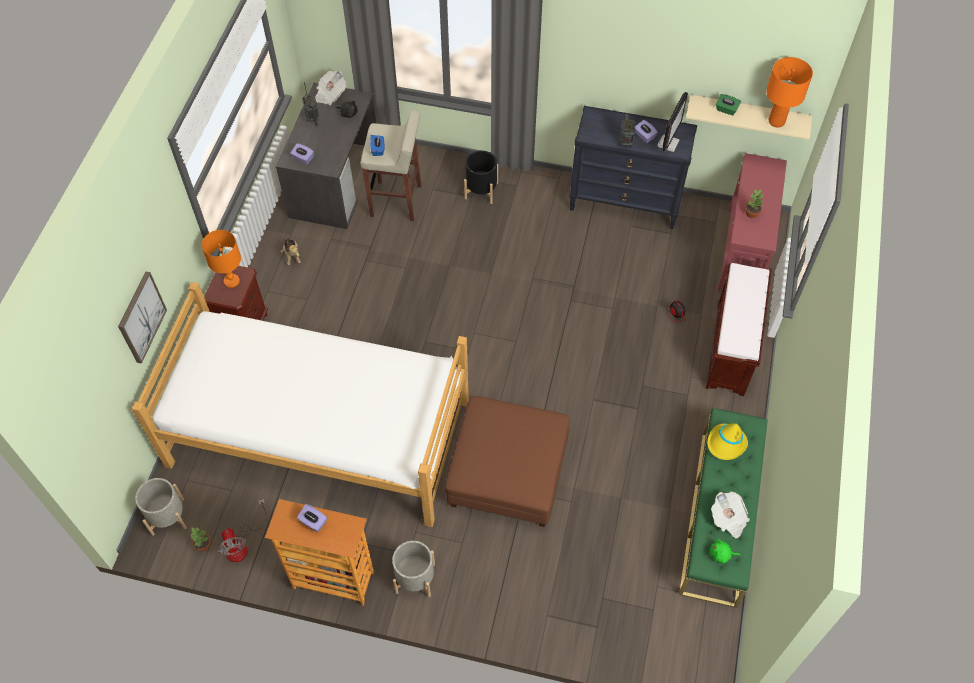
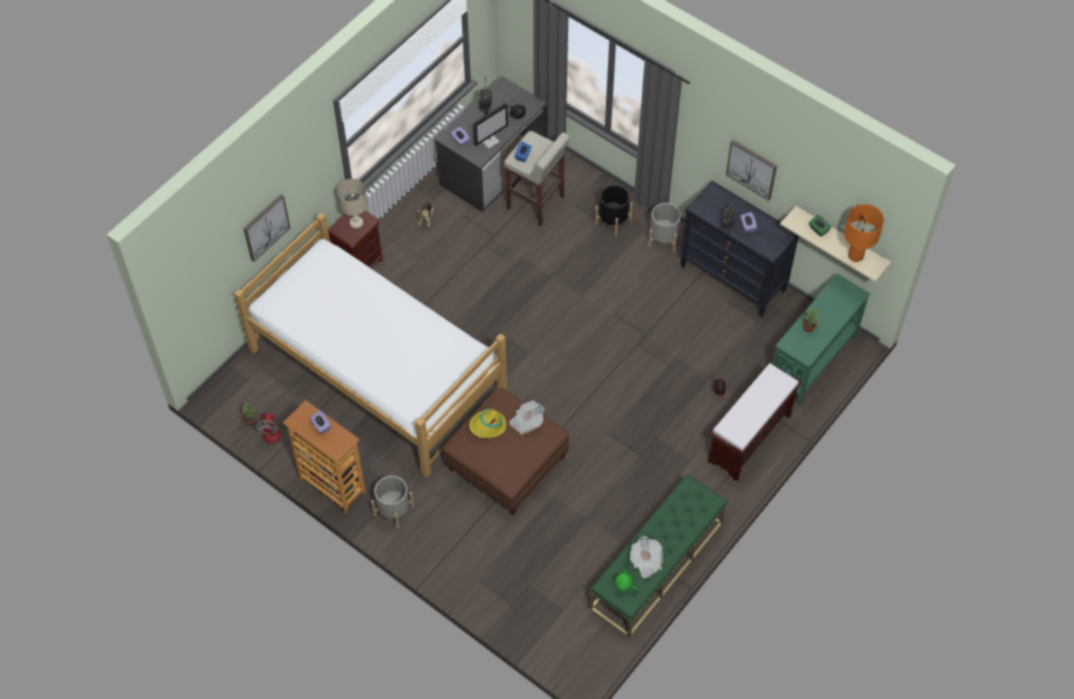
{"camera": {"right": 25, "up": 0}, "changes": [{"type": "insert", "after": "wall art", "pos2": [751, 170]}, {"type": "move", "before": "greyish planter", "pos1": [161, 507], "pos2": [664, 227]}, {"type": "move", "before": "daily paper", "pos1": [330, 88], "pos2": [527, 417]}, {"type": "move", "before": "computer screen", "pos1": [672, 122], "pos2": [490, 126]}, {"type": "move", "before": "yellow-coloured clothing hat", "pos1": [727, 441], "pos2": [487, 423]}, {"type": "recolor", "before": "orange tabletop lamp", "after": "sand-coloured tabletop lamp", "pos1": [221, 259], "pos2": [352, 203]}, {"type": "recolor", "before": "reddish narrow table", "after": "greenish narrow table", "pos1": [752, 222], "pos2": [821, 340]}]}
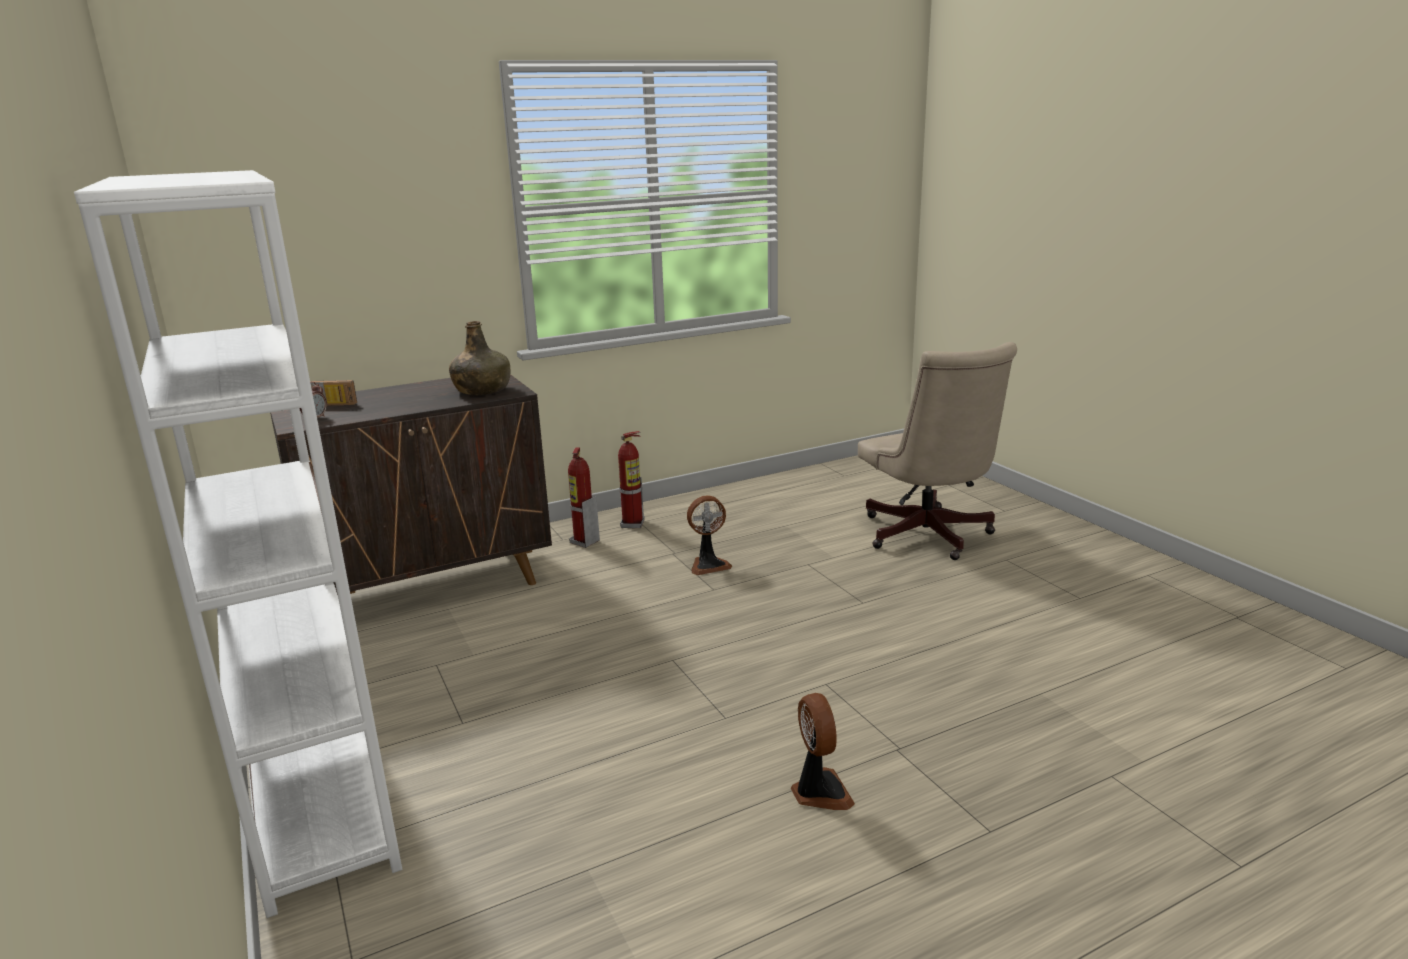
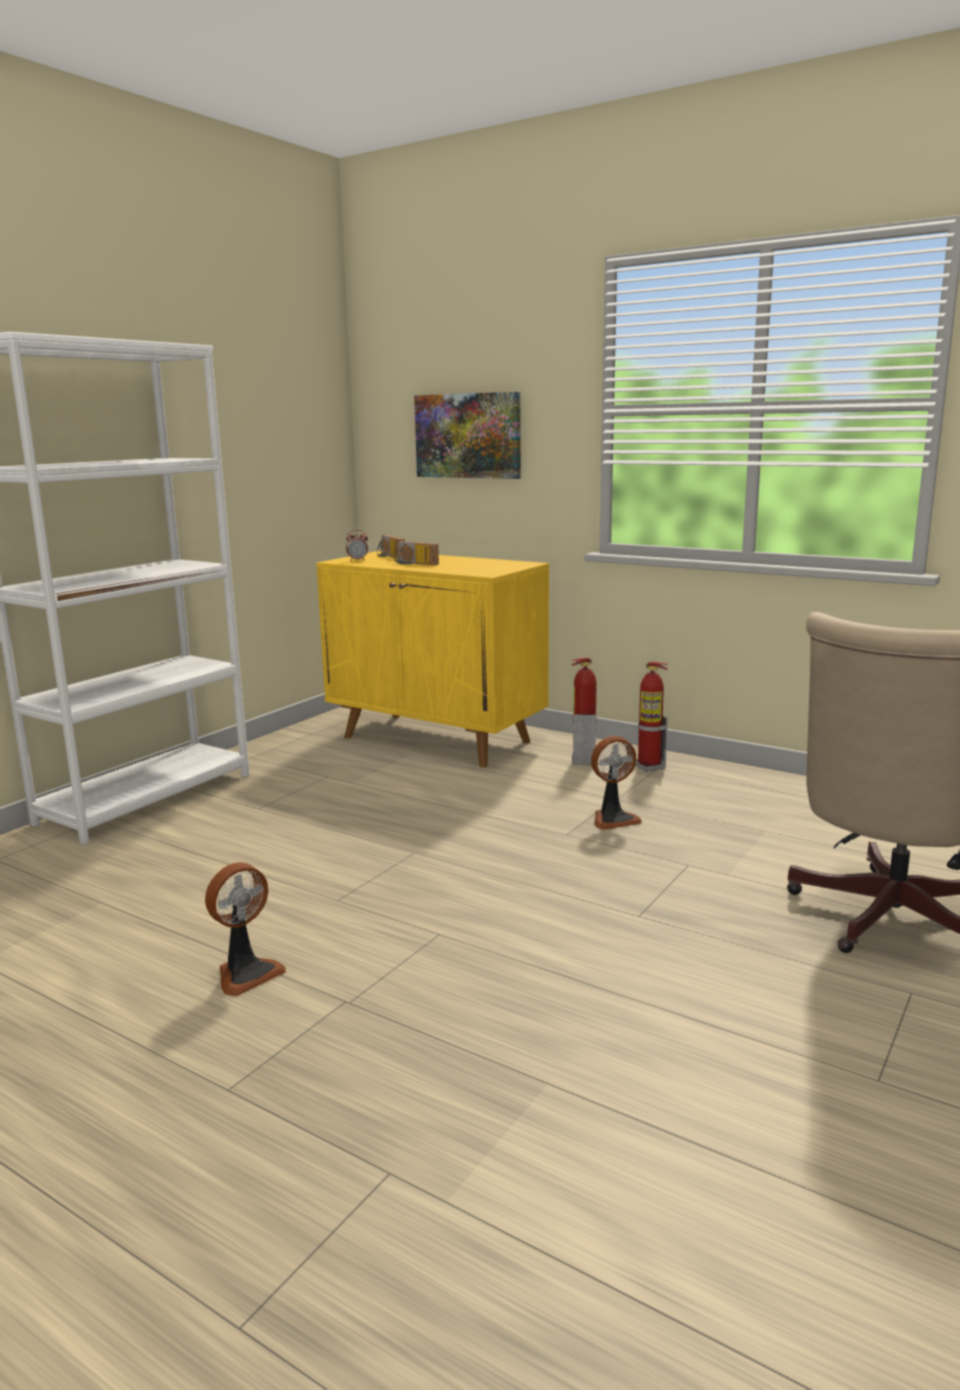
{"camera": {"right": 60, "up": -5}, "changes": [{"type": "delete", "before": "greenish drink bottle", "pos1": [480, 358]}, {"type": "insert", "after": "radio", "pos2": [416, 553]}, {"type": "insert", "after": "wall art", "pos2": [467, 435]}, {"type": "recolor", "before": "brown storage cabinet", "after": "yellow-coloured storage cabinet", "pos1": [411, 484], "pos2": [432, 659]}, {"type": "rotate", "before": "cooling fan", "pos1": [709, 535], "pos2": [616, 783], "turn": -60}]}
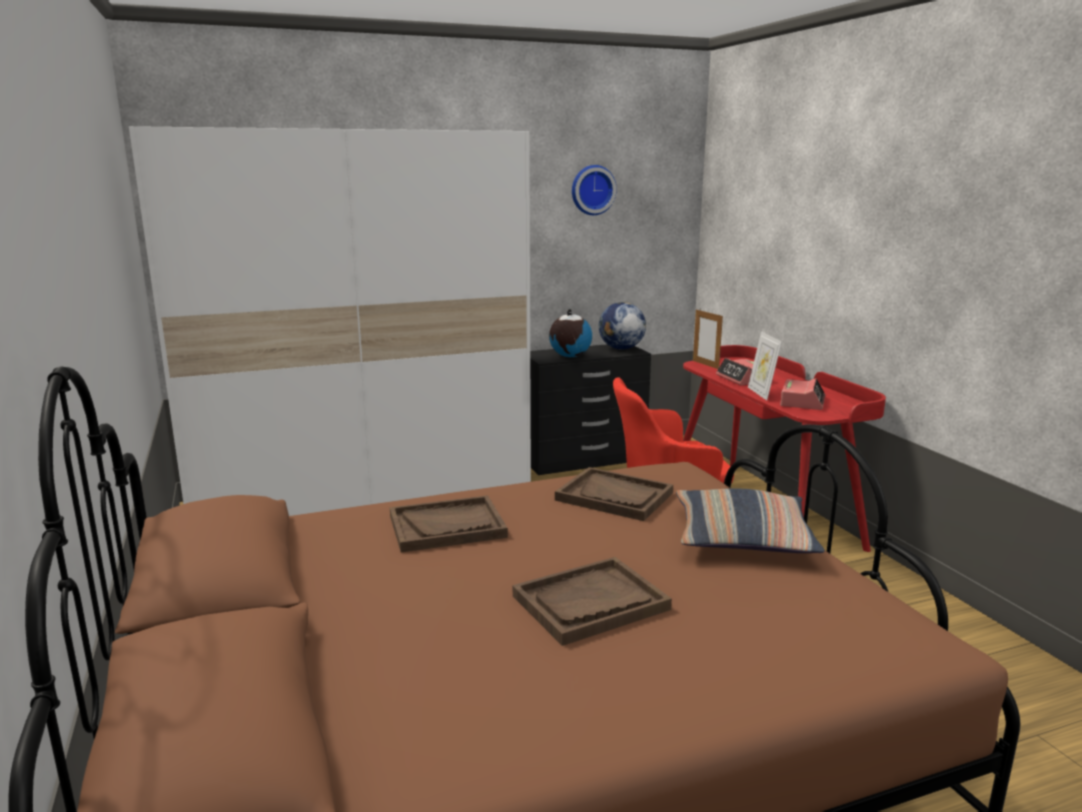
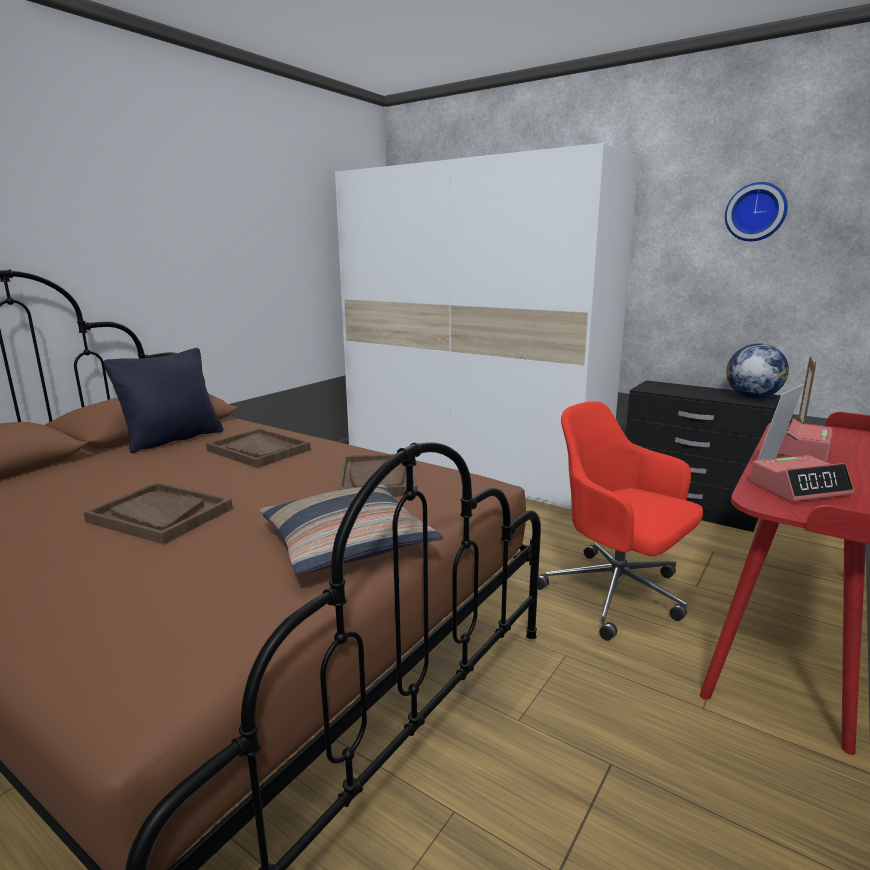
{"camera": {"right": 55, "up": 0}, "changes": [{"type": "delete", "before": "desk globe", "pos1": [570, 333]}, {"type": "insert", "after": "blackish throw pillow", "pos2": [163, 400]}]}
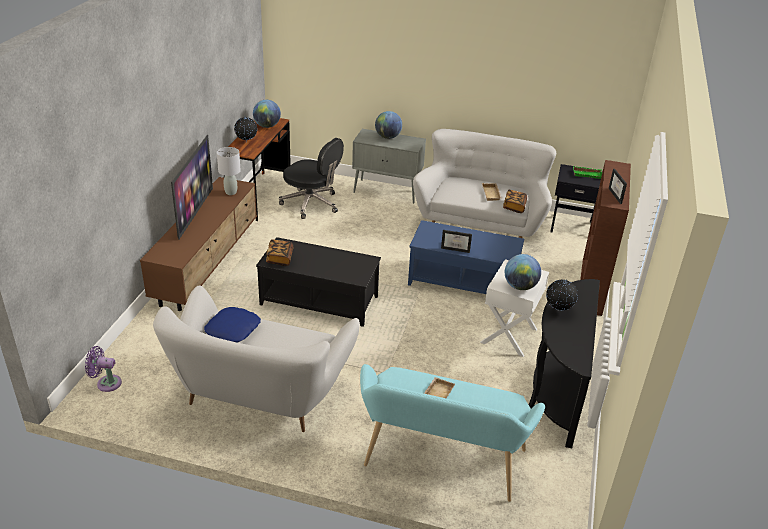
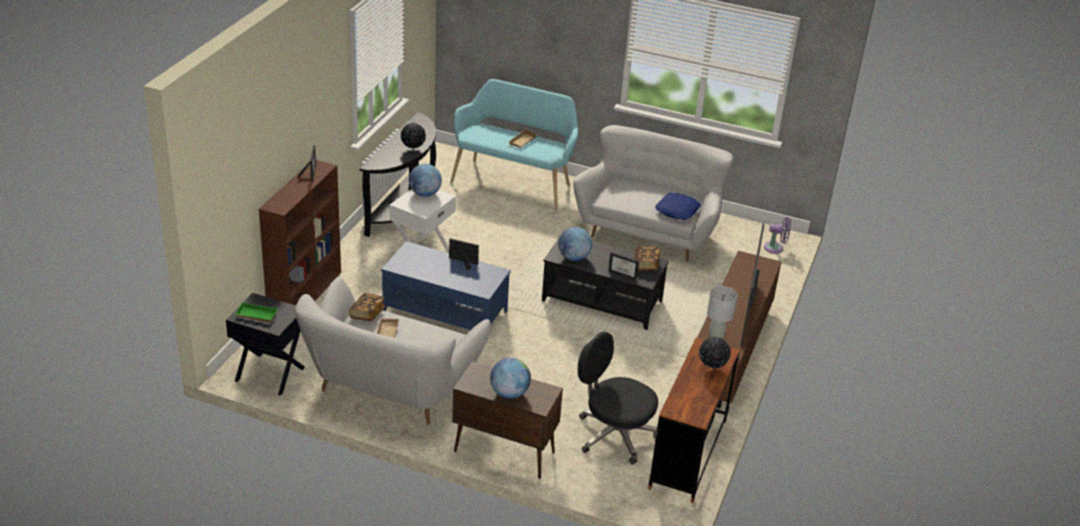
{"camera": {"right": -175, "up": 0}, "changes": [{"type": "insert", "after": "picture frame", "pos2": [623, 266]}, {"type": "move", "before": "desk globe", "pos1": [267, 114], "pos2": [575, 244]}, {"type": "recolor", "before": "greyish storage cabinet", "after": "brown storage cabinet", "pos1": [389, 166], "pos2": [507, 420]}]}
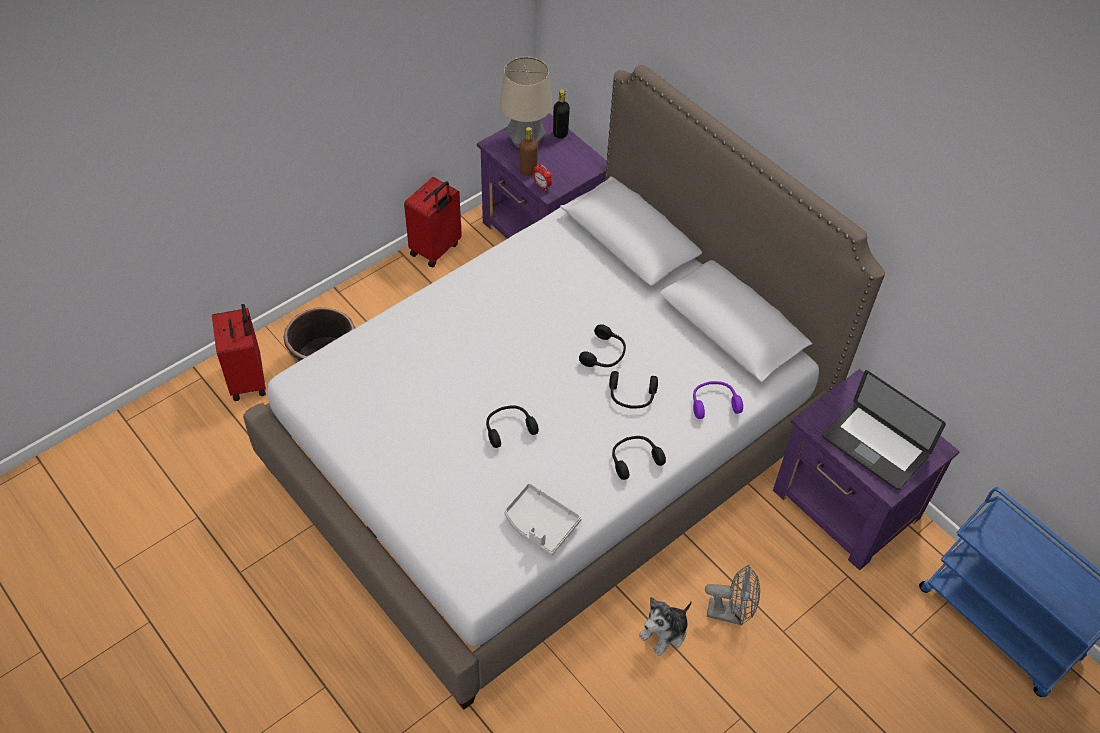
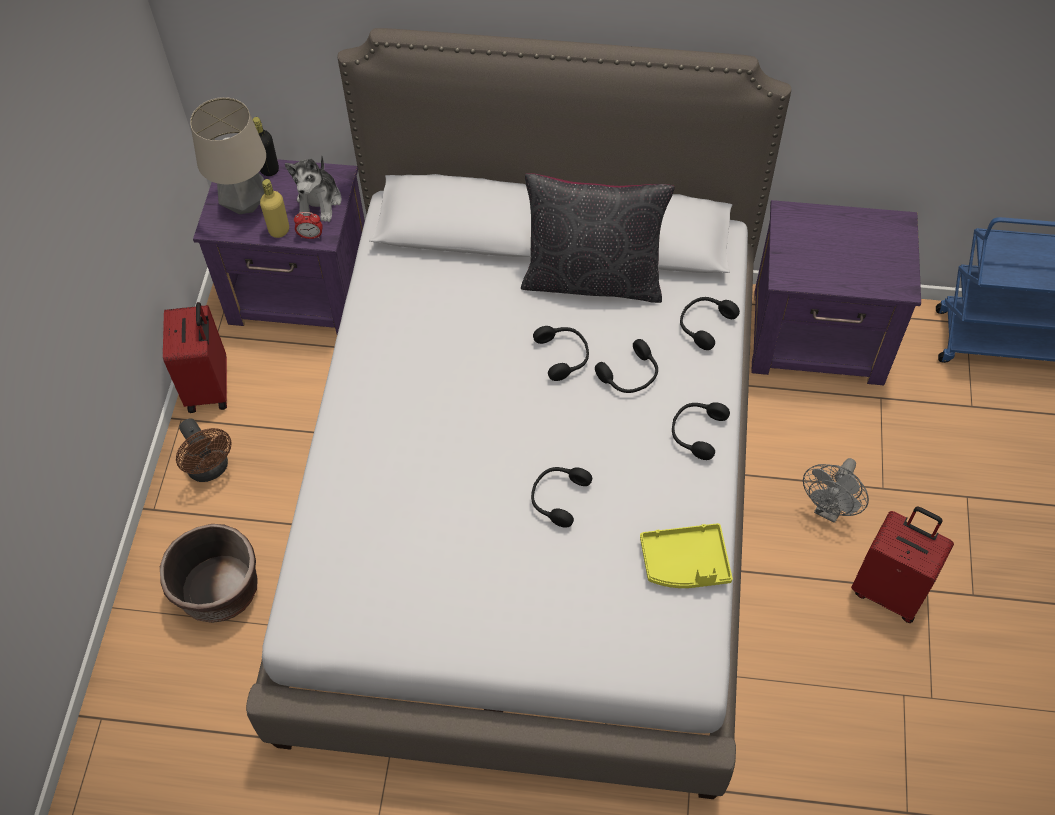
{"camera": {"right": -40, "up": 5}, "changes": [{"type": "delete", "before": "portable computer", "pos1": [884, 430]}, {"type": "insert", "after": "brown cooling fan", "pos2": [204, 450]}, {"type": "insert", "after": "blackish throw pillow", "pos2": [598, 238]}, {"type": "move", "before": "reddish travel case", "pos1": [239, 352], "pos2": [902, 565]}, {"type": "move", "before": "soft toy", "pos1": [665, 626], "pos2": [313, 188]}, {"type": "recolor", "before": "greyish serving tray", "after": "yellow-coloured serving tray", "pos1": [543, 519], "pos2": [686, 555]}, {"type": "recolor", "before": "brown drink bottle", "after": "yellow-coloured drink bottle", "pos1": [528, 151], "pos2": [274, 208]}, {"type": "recolor", "before": "purple-coloured headset", "after": "blackish headset", "pos1": [718, 400], "pos2": [710, 323]}, {"type": "rotate", "before": "greyish cooling fan", "pos1": [732, 595], "pos2": [836, 490], "turn": 150}]}
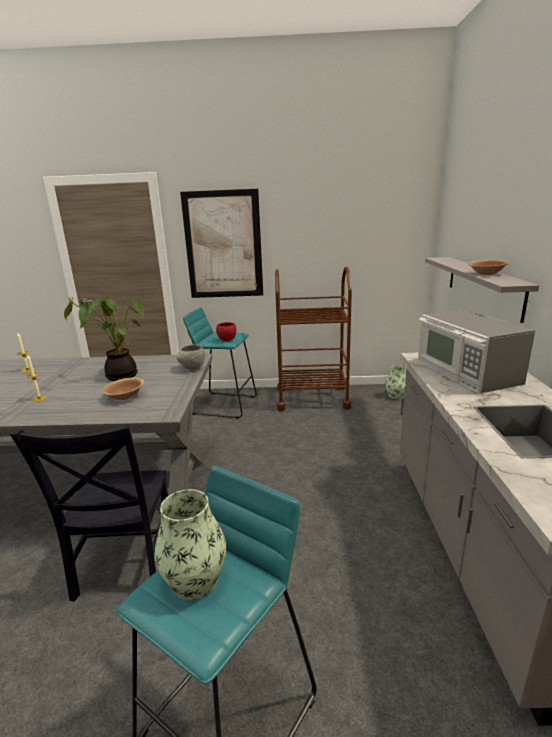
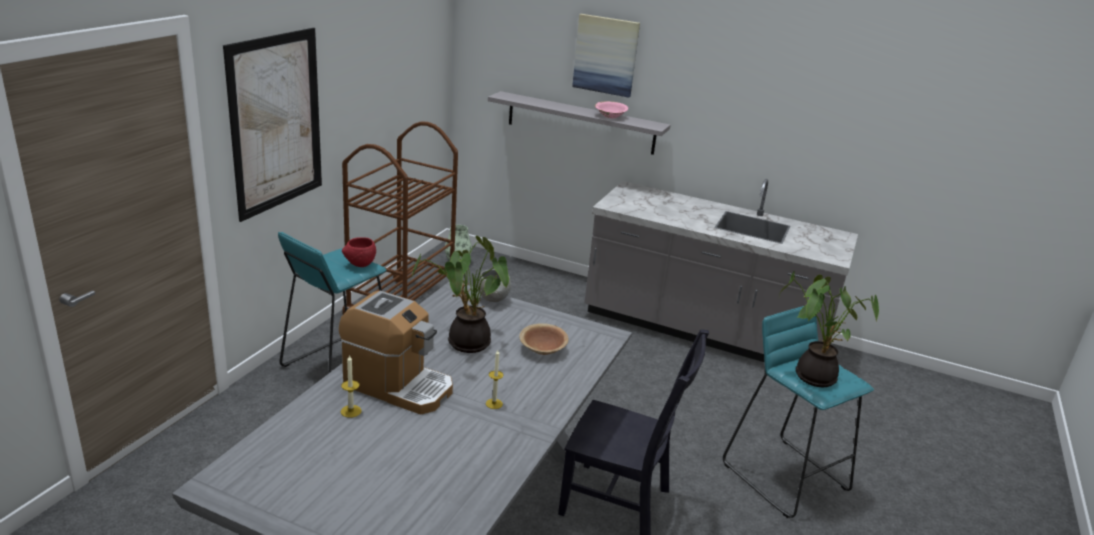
{"camera": {"right": -70, "up": 5}, "changes": [{"type": "delete", "before": "microwave oven", "pos1": [476, 351]}, {"type": "insert", "after": "coffee machine", "pos2": [396, 353]}, {"type": "insert", "after": "wall art", "pos2": [606, 56]}, {"type": "replace", "before": "decorative vase", "after": "potted plant", "pos1": [190, 544], "pos2": [829, 329]}, {"type": "recolor", "before": "brown bowl", "after": "pinkish bowl", "pos1": [489, 267], "pos2": [611, 109]}]}
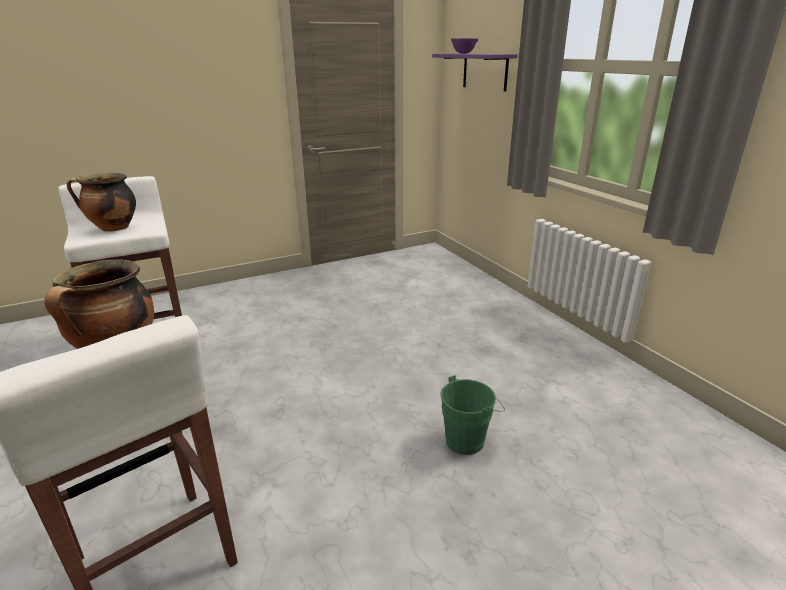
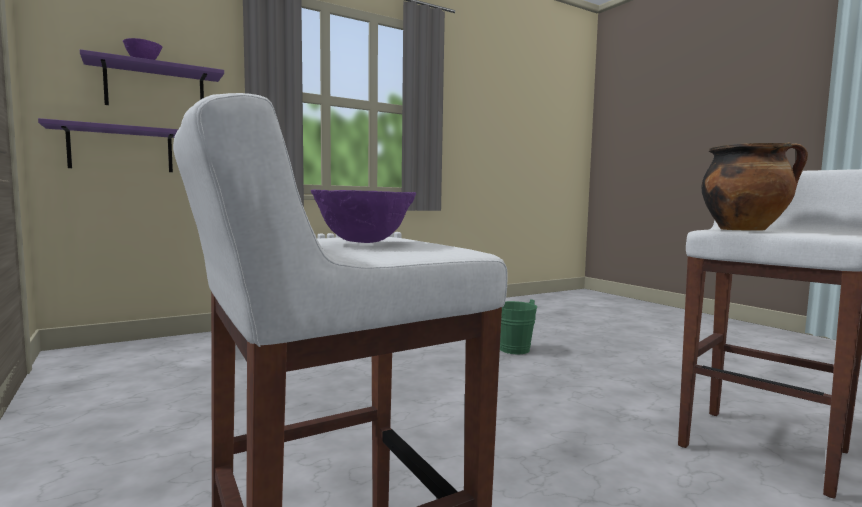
{"camera": {"right": -95, "up": -20}, "changes": [{"type": "insert", "after": "purple-coloured shelf", "pos2": [108, 145]}, {"type": "replace", "before": "saucepot", "after": "purple-coloured bowl", "pos1": [101, 202], "pos2": [363, 216]}]}
